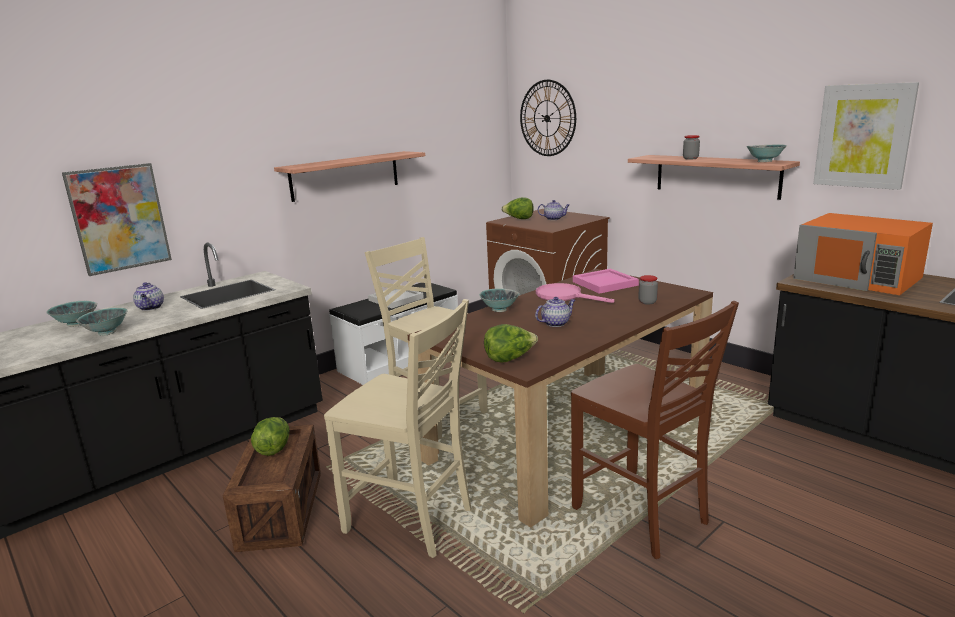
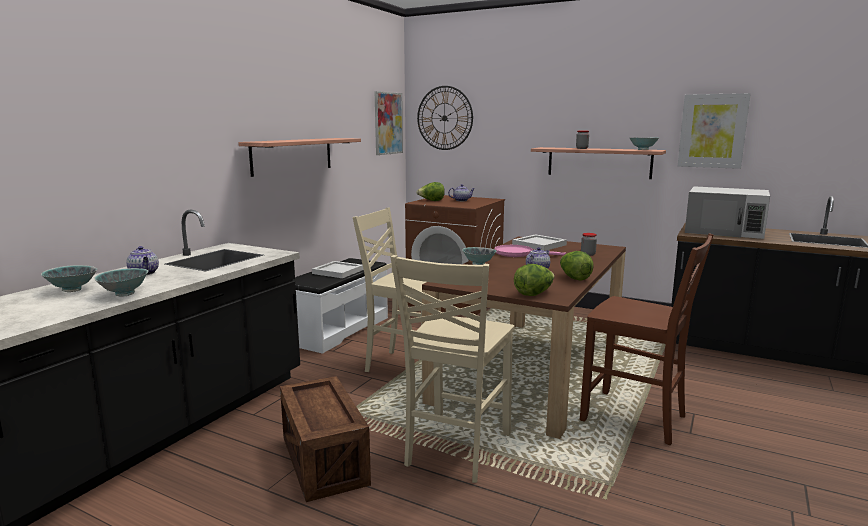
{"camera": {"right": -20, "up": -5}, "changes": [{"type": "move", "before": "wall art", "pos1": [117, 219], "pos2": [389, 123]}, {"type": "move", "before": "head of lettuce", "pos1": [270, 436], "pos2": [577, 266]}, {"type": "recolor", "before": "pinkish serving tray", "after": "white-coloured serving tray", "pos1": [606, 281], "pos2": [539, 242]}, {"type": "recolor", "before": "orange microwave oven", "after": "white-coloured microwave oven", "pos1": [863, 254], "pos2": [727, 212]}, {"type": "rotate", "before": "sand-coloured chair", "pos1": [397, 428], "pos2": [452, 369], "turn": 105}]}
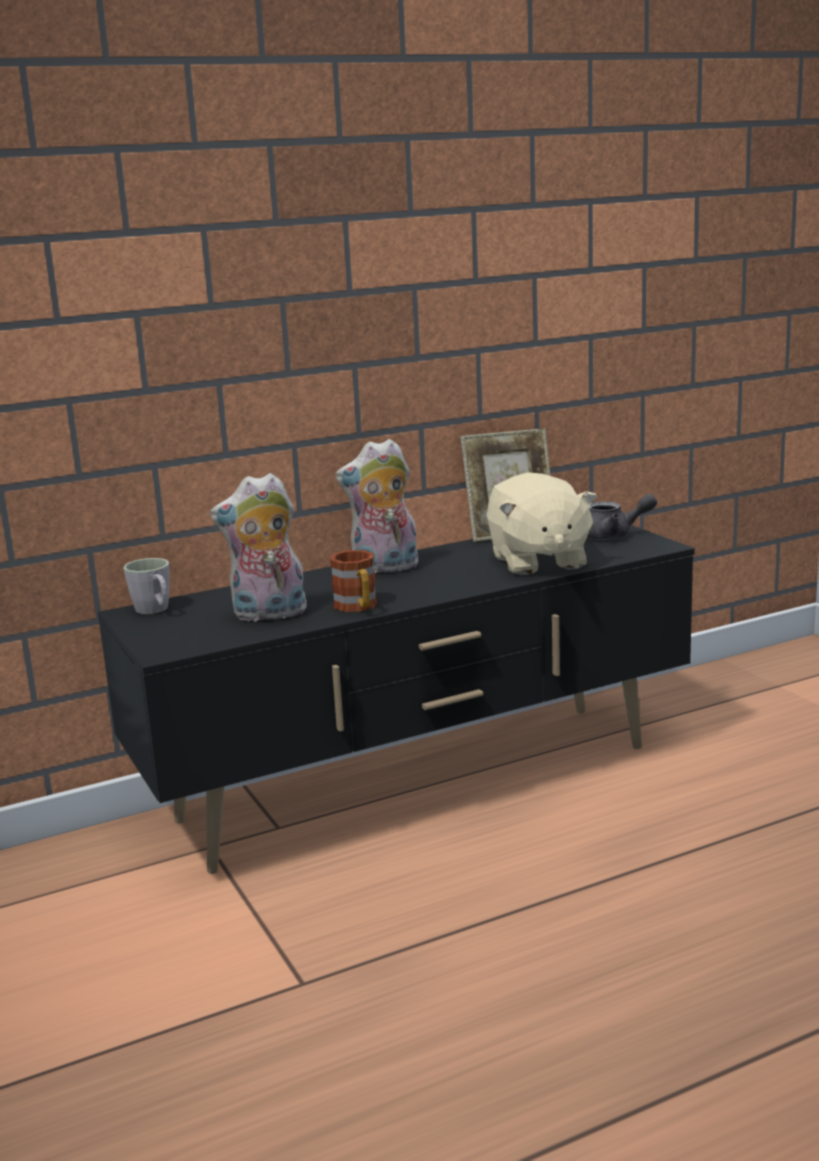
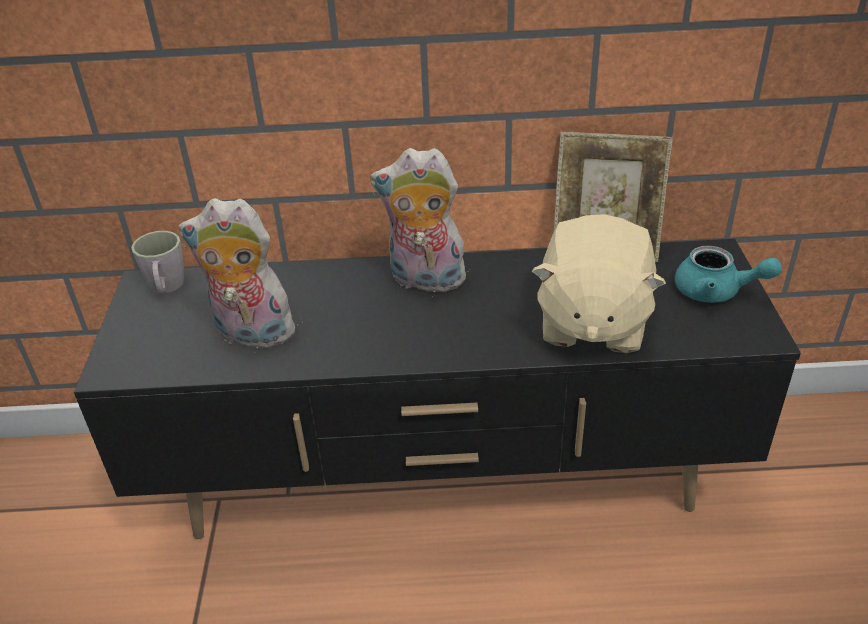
{"camera": {"right": 25, "up": 20}, "changes": [{"type": "delete", "before": "coffee mug", "pos1": [353, 581]}, {"type": "recolor", "before": "greyish tea pot", "after": "turquoise-coloured tea pot", "pos1": [622, 517], "pos2": [728, 274]}]}
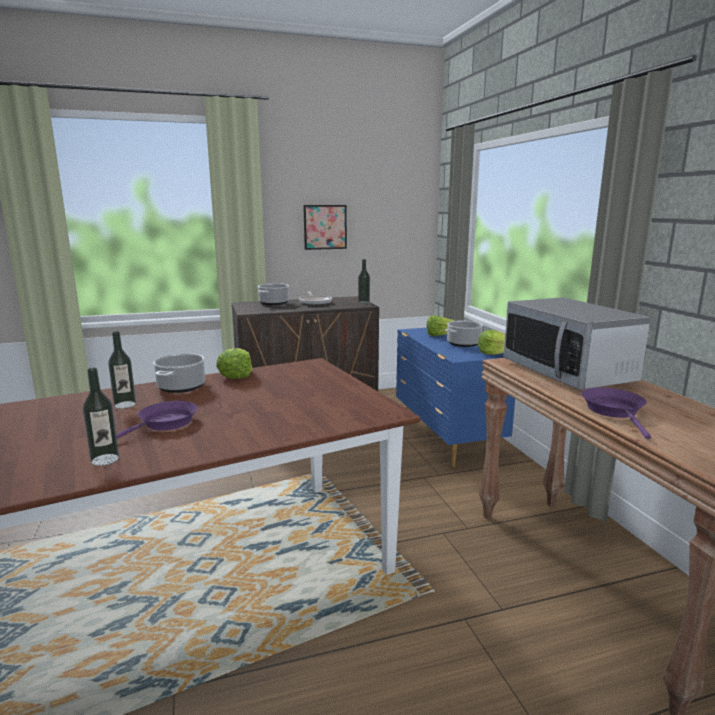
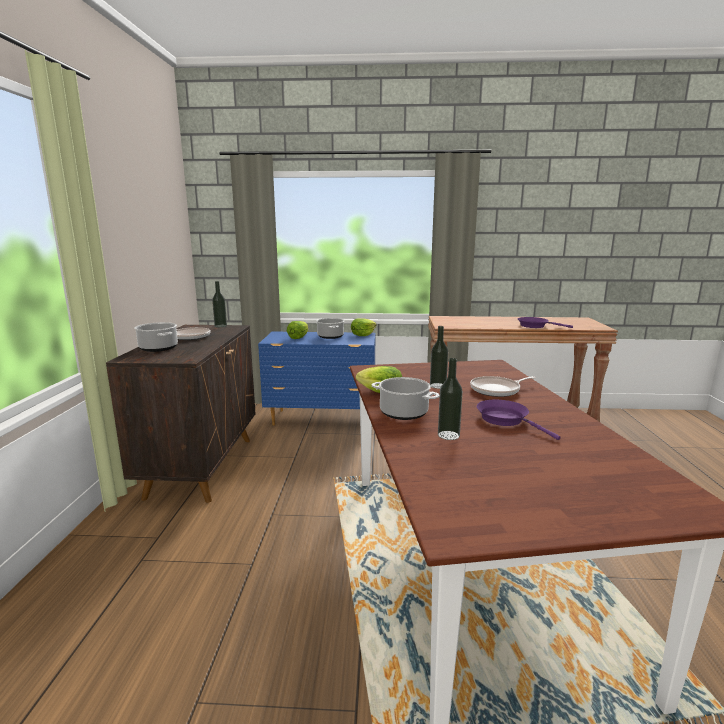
{"camera": {"right": -70, "up": 0}, "changes": [{"type": "delete", "before": "wall art", "pos1": [325, 227]}, {"type": "delete", "before": "microwave oven", "pos1": [577, 343]}, {"type": "insert", "after": "pan", "pos2": [503, 386]}, {"type": "move", "before": "drink bottle", "pos1": [101, 417], "pos2": [439, 357]}]}
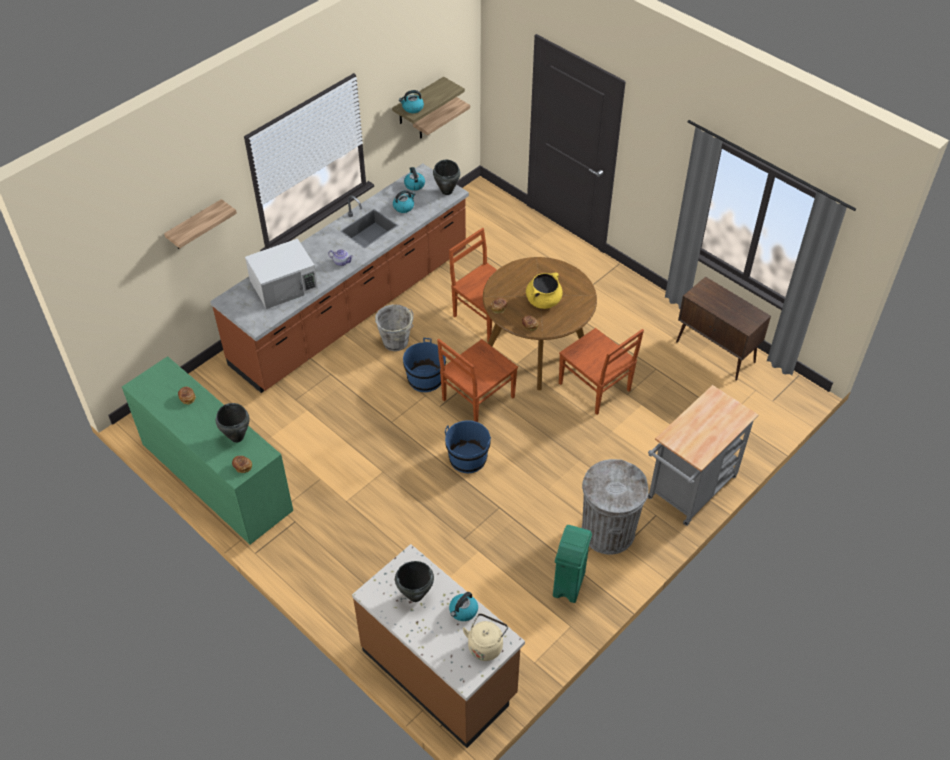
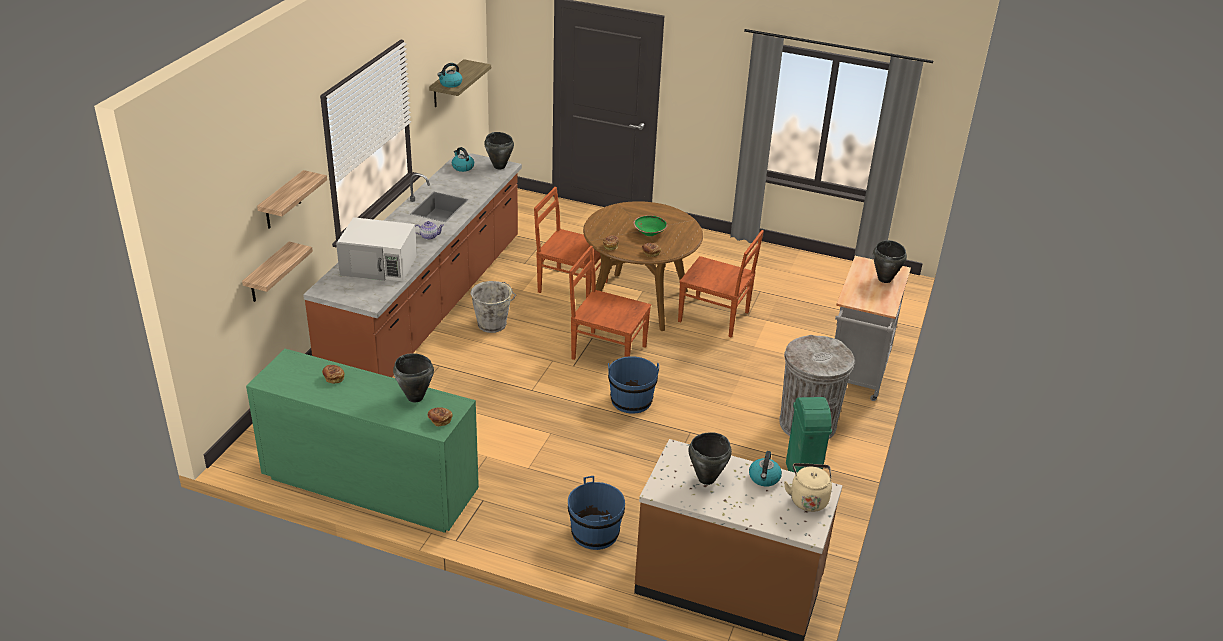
{"camera": {"right": -25, "up": -15}, "changes": [{"type": "delete", "before": "tea kettle", "pos1": [404, 201]}, {"type": "delete", "before": "brown storage cabinet", "pos1": [723, 329]}, {"type": "insert", "after": "blackish saucepot", "pos2": [890, 261]}, {"type": "move", "before": "blue-coloured pail", "pos1": [424, 365], "pos2": [596, 513]}, {"type": "move", "before": "shelf", "pos1": [441, 118], "pos2": [277, 272]}, {"type": "replace", "before": "yellow-coloured saucepot", "after": "greenish bowl", "pos1": [544, 291], "pos2": [650, 225]}, {"type": "rotate", "before": "white-coloured microwave oven", "pos1": [281, 274], "pos2": [376, 249], "turn": 60}, {"type": "rotate", "before": "brown chair", "pos1": [477, 380], "pos2": [610, 303], "turn": 90}]}
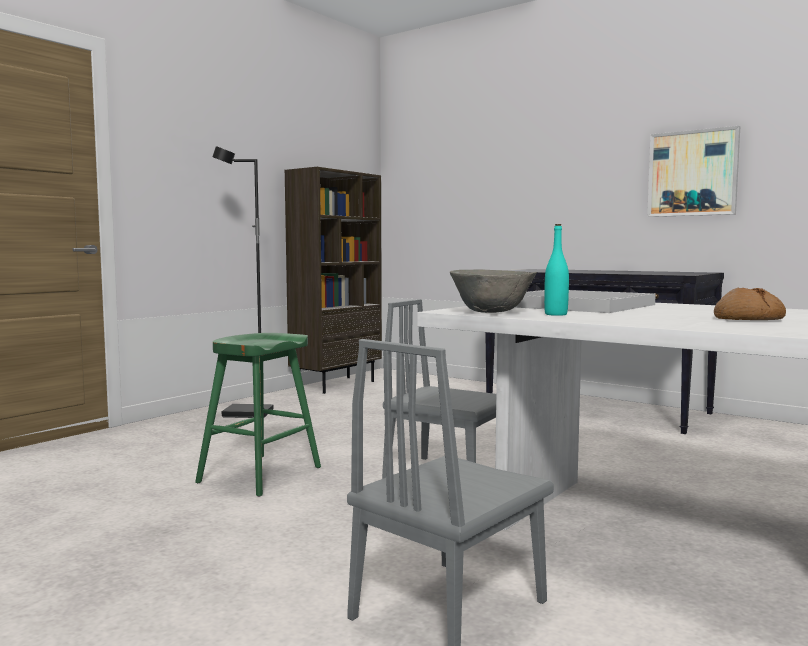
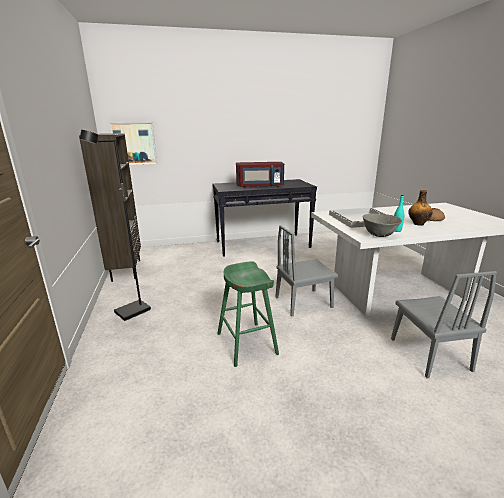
{"camera": {"right": -50, "up": 15}, "changes": [{"type": "insert", "after": "reddish microwave oven", "pos2": [260, 175]}, {"type": "insert", "after": "drink bottle", "pos2": [420, 208]}, {"type": "move", "before": "wall art", "pos1": [693, 171], "pos2": [133, 143]}]}
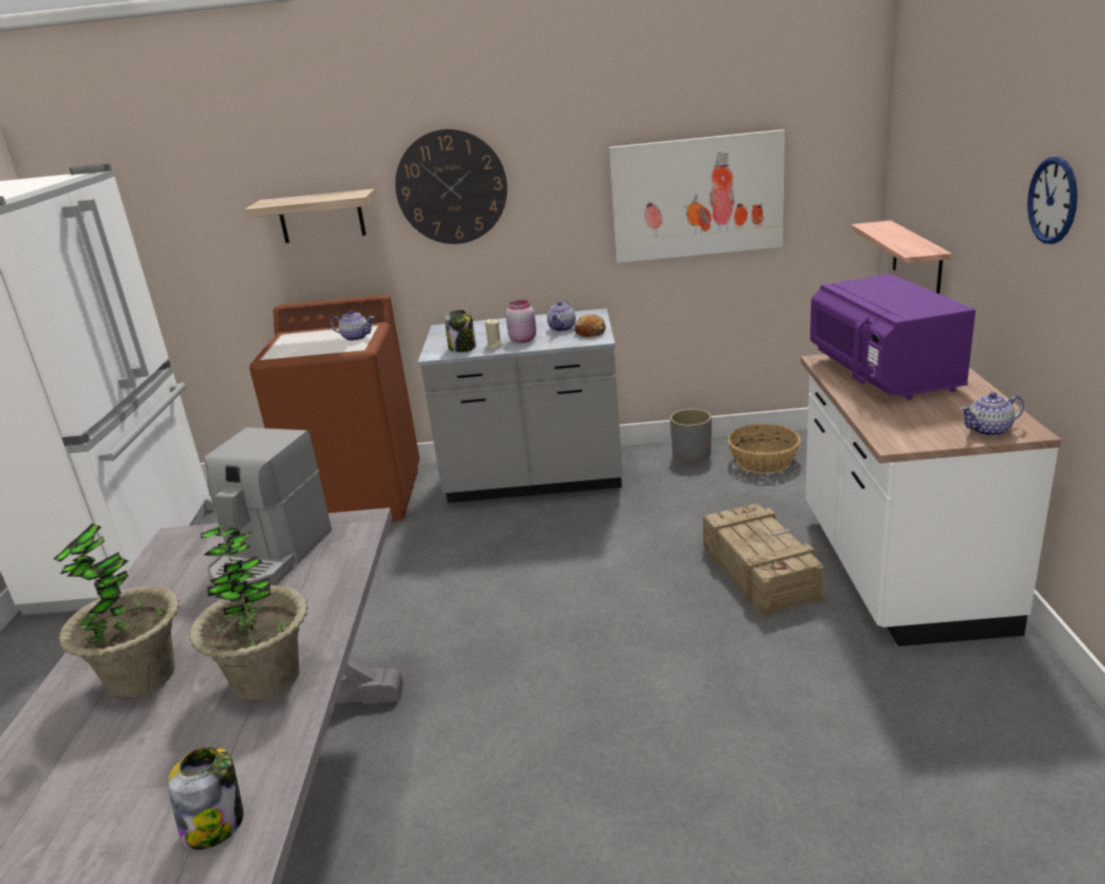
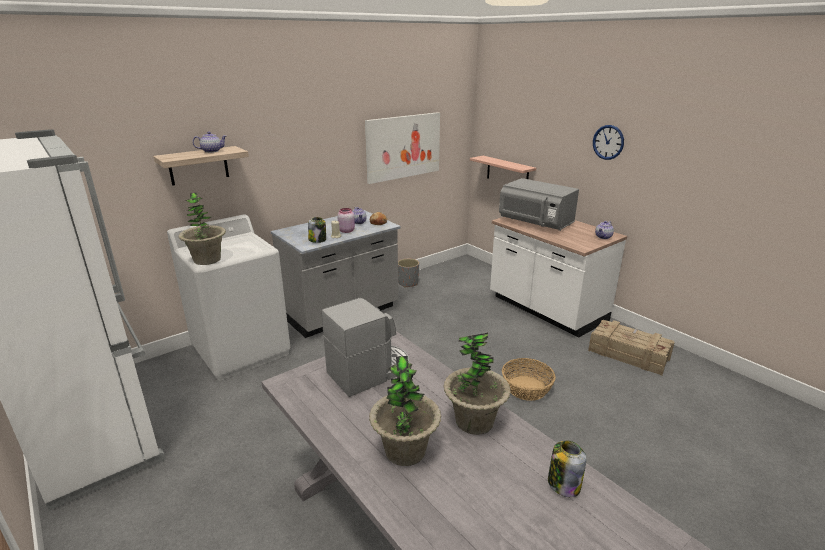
{"camera": {"right": -40, "up": 0}, "changes": [{"type": "delete", "before": "hanging clock", "pos1": [451, 186]}, {"type": "insert", "after": "potted plant", "pos2": [202, 229]}, {"type": "move", "before": "tea pot", "pos1": [352, 325], "pos2": [209, 142]}, {"type": "move", "before": "shipping crate", "pos1": [763, 560], "pos2": [631, 348]}, {"type": "move", "before": "storage basket", "pos1": [764, 448], "pos2": [529, 379]}, {"type": "recolor", "before": "brown laundry machine", "after": "white-coloured laundry machine", "pos1": [334, 407], "pos2": [228, 298]}, {"type": "recolor", "before": "purple-coloured microwave oven", "after": "greyish microwave oven", "pos1": [893, 337], "pos2": [539, 204]}, {"type": "rotate", "before": "coffee machine", "pos1": [268, 507], "pos2": [365, 347], "turn": -105}]}
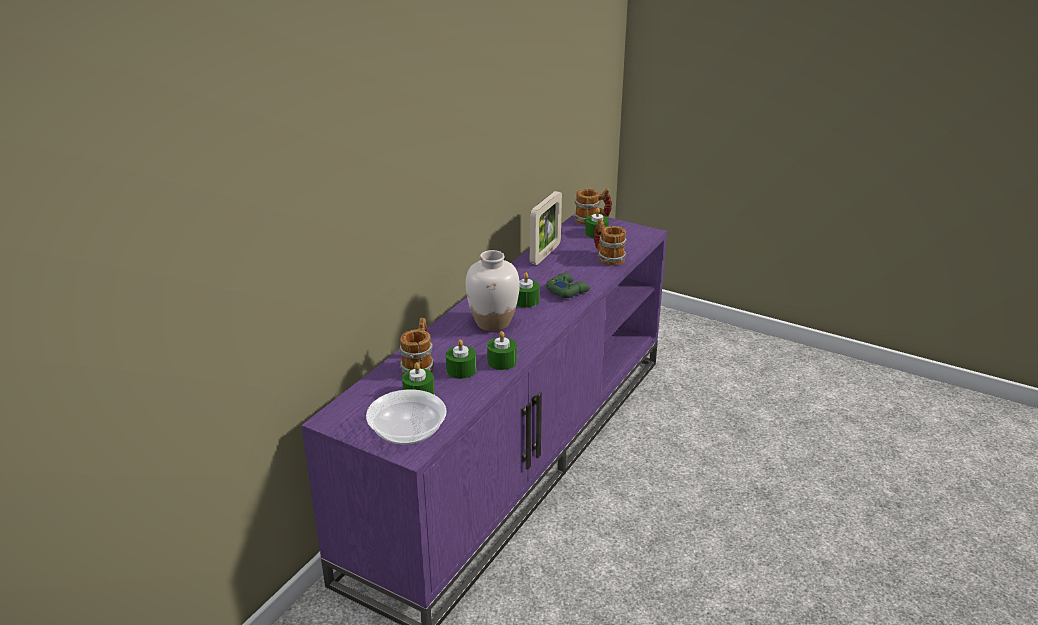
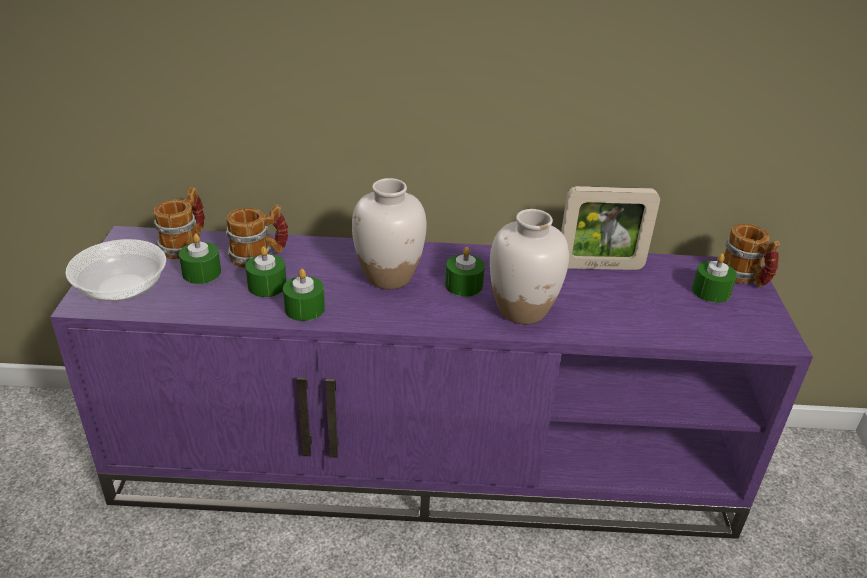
{"camera": {"right": 60, "up": 5}, "changes": [{"type": "move", "before": "coffee mug", "pos1": [610, 241], "pos2": [179, 223]}, {"type": "replace", "before": "greenish game controller", "after": "white-coloured decorative vase", "pos1": [568, 285], "pos2": [529, 266]}]}
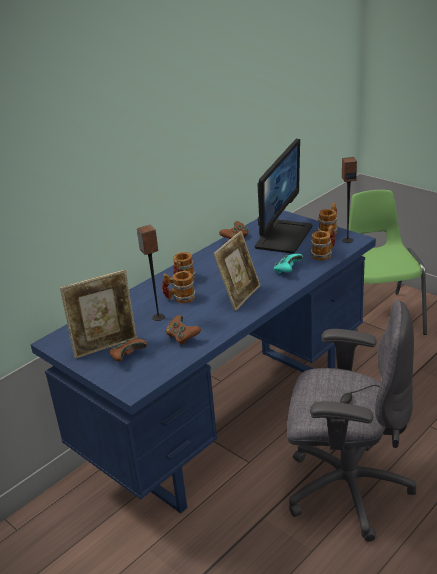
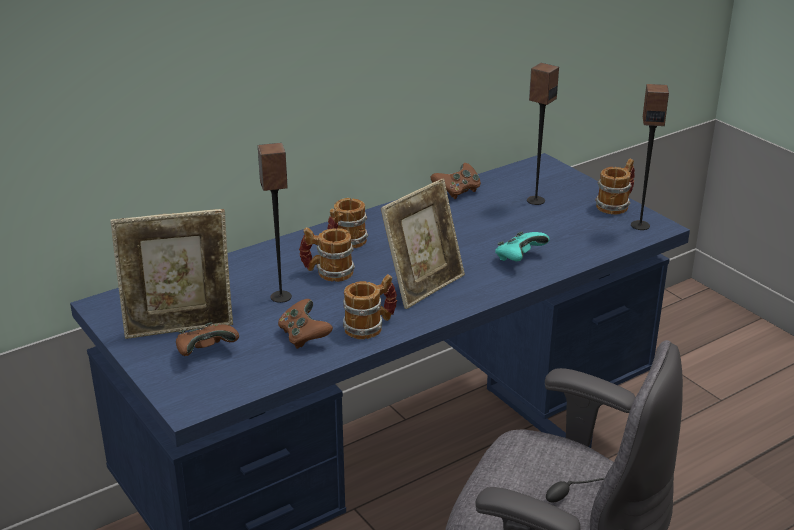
{"camera": {"right": 10, "up": 0}, "changes": [{"type": "delete", "before": "greenish chair", "pos1": [388, 262]}, {"type": "move", "before": "coffee mug", "pos1": [322, 243], "pos2": [370, 306]}, {"type": "replace", "before": "computer screen", "after": "audio speaker", "pos1": [283, 196], "pos2": [543, 134]}]}
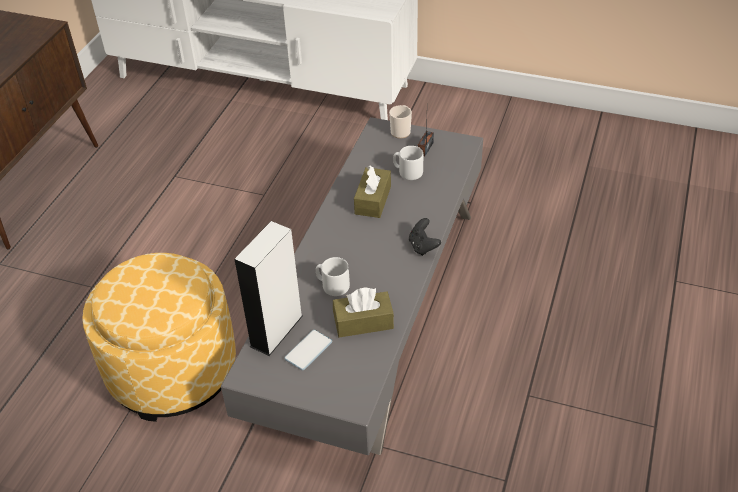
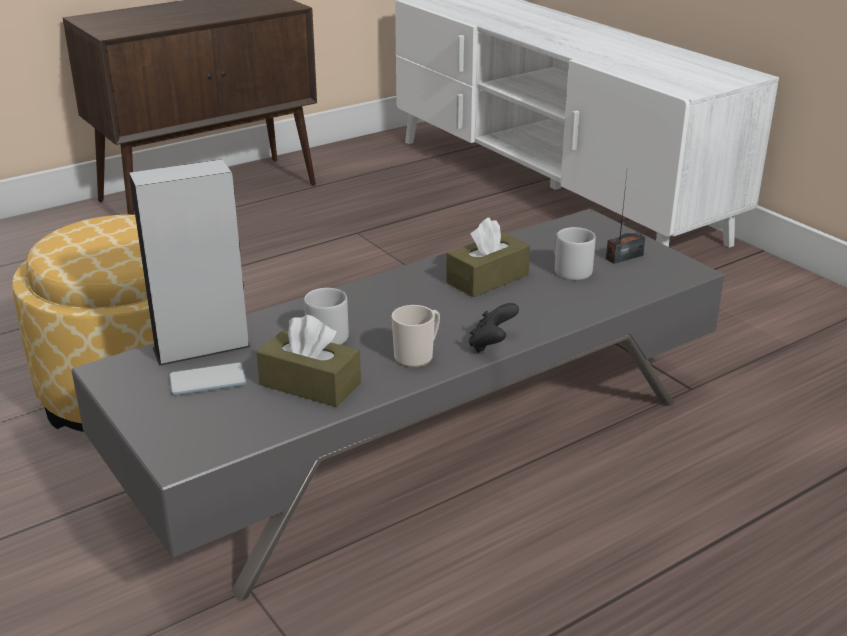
{"camera": {"right": 35, "up": -15}, "changes": [{"type": "move", "before": "coffee mug", "pos1": [400, 121], "pos2": [416, 336]}]}
